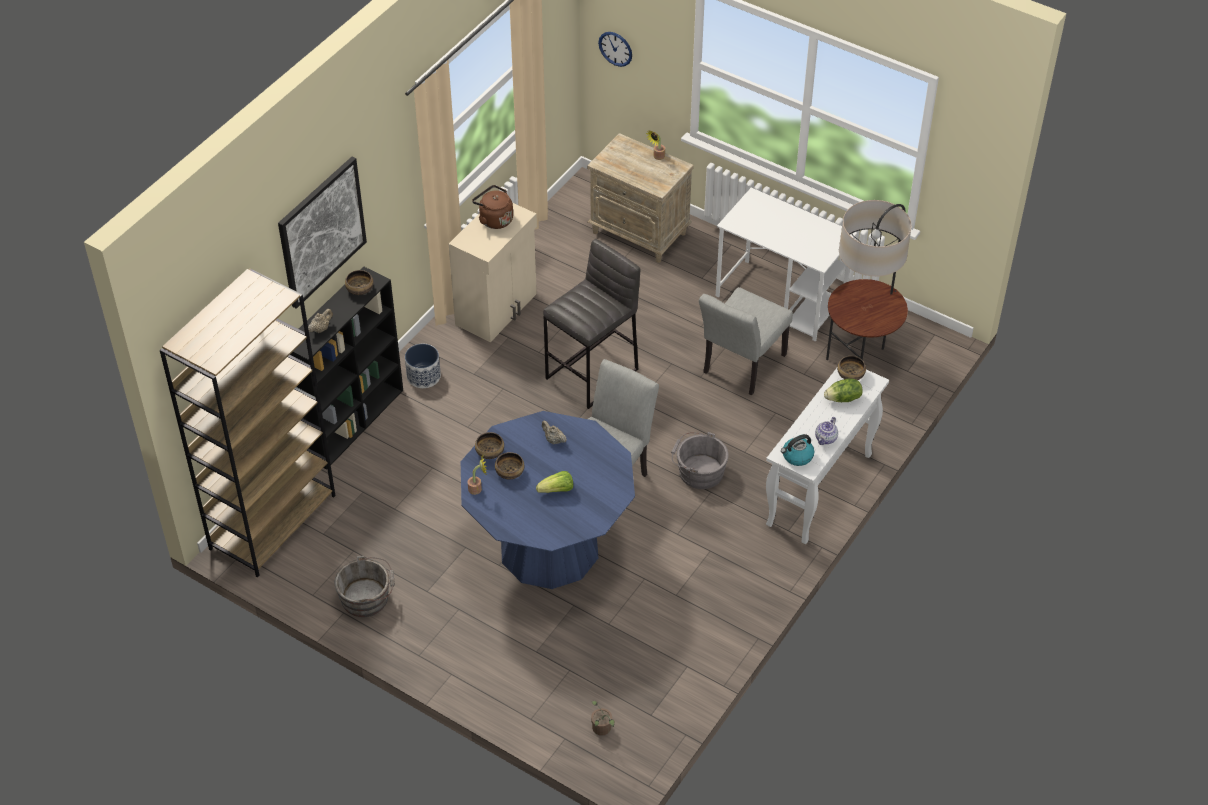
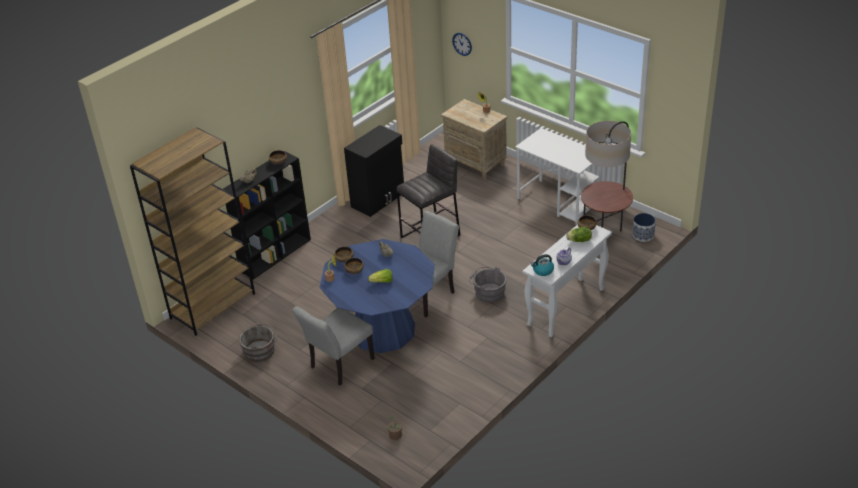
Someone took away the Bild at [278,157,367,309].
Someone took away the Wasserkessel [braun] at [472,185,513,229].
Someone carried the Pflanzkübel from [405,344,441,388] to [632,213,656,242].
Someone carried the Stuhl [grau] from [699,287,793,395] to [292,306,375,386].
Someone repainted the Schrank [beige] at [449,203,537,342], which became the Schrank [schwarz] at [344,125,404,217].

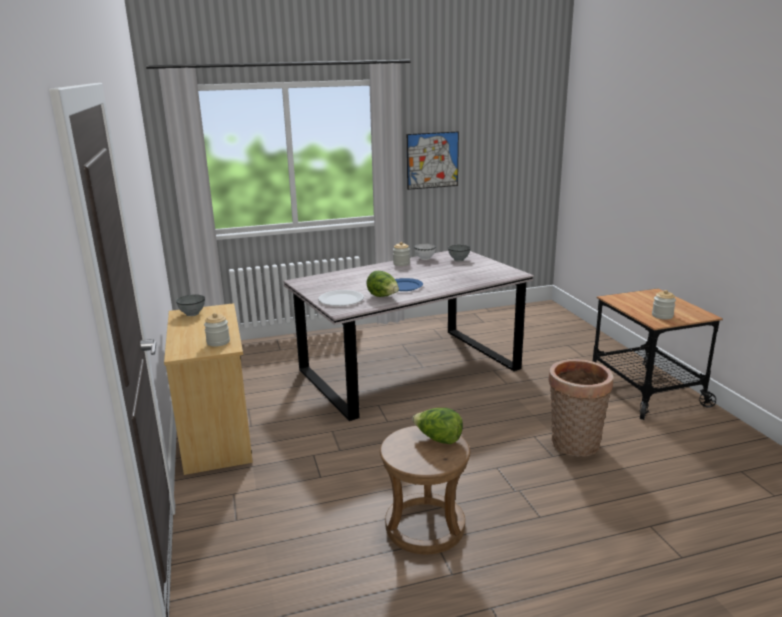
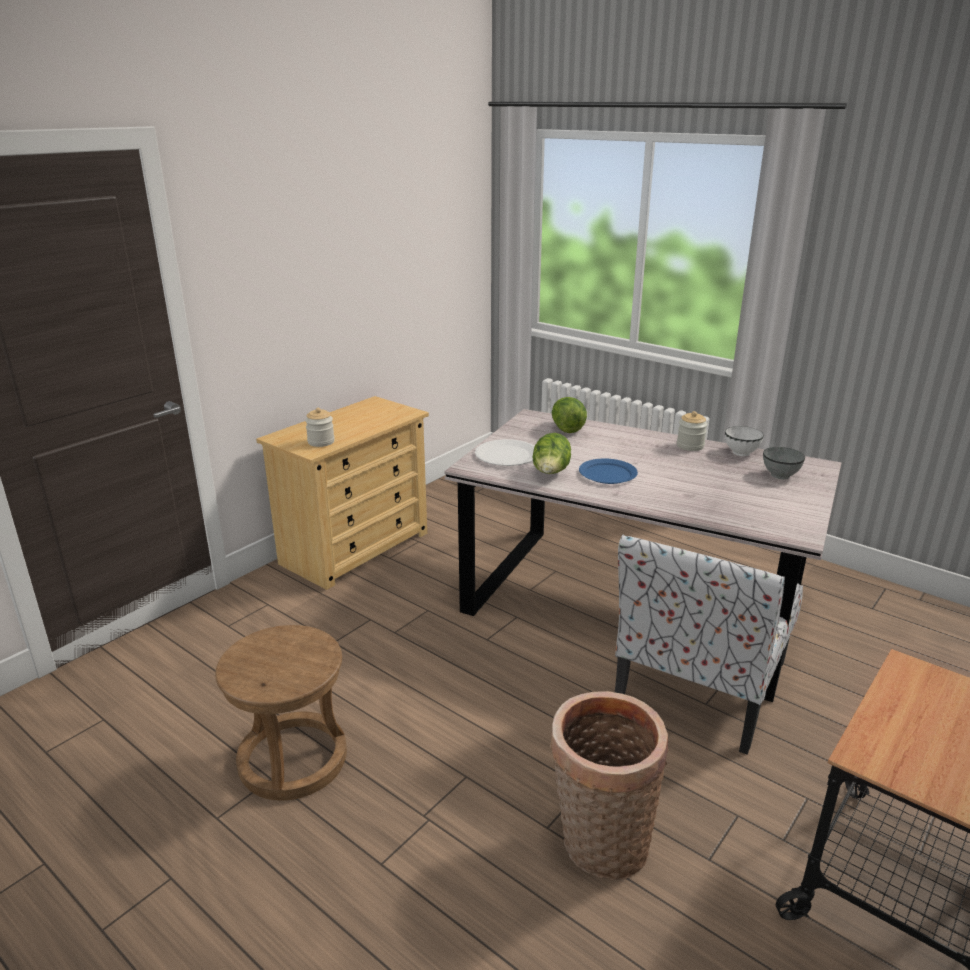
Someone took away the Schüssel [grau] at [176,295,205,316].
Someone took away the Bild at [407,131,459,190].
Someone took away the Vorratsglas at [652,290,676,319].
Someone put down the Stuhl at [615,534,803,754].
Someone carried the Salatkopf from [412,408,463,444] to [552,397,587,433].

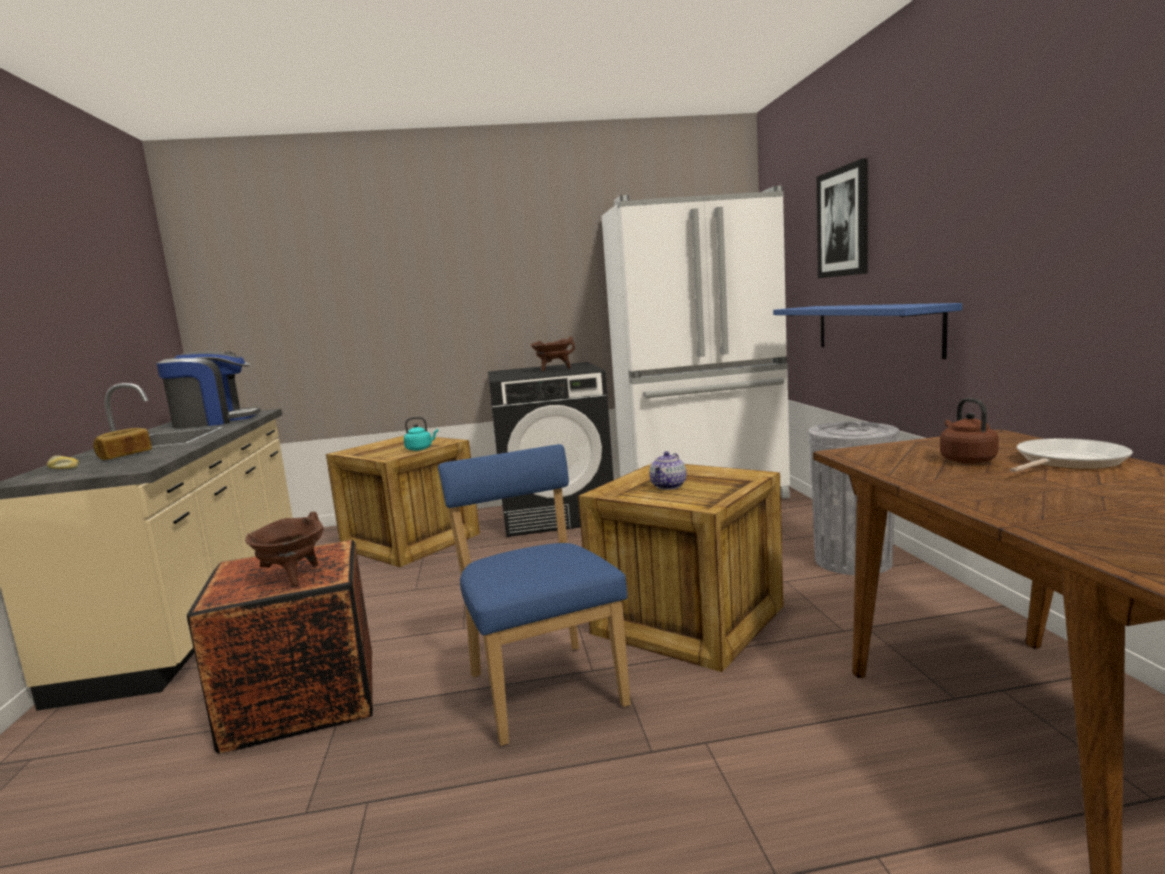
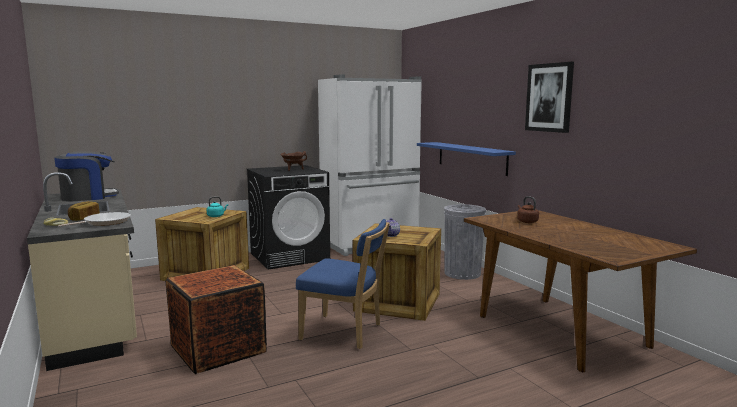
Someone took away the Kochtopf [braun] at [245,512,323,586].
Someone carried the Bild from [817,158,868,278] to [525,62,574,133].
Someone carried the Pfanne from [1010,438,1133,472] to [58,212,131,227].
Someone rotated the Stuhl [blau] at [438,444,631,746] by 150 degrees clockwise.

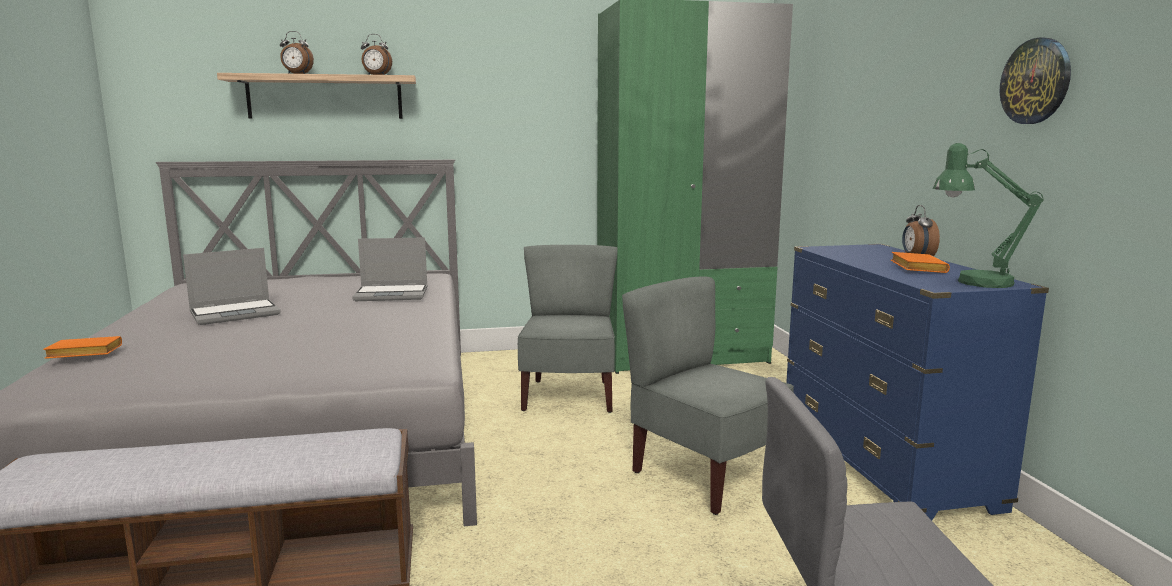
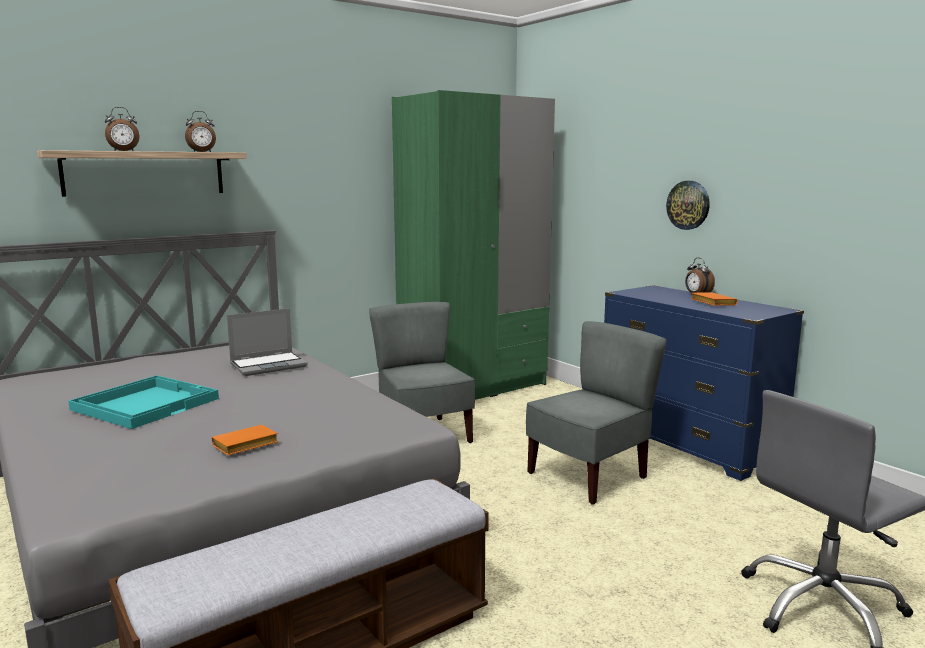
Someone took away the Tischlampe [grün] at [933,143,1044,288].
Someone carried the Buch [orange] from [43,336,122,359] to [212,425,279,455].
Someone carried the Wanduhr from [1000,38,1071,124] to [666,181,710,230].
Someone swapped the Laptop at [183,248,281,325] for the Tablett [türkis] at [68,375,219,429].
Someone rotated the Stuhl [grau] at [622,276,794,515] by 120 degrees clockwise.

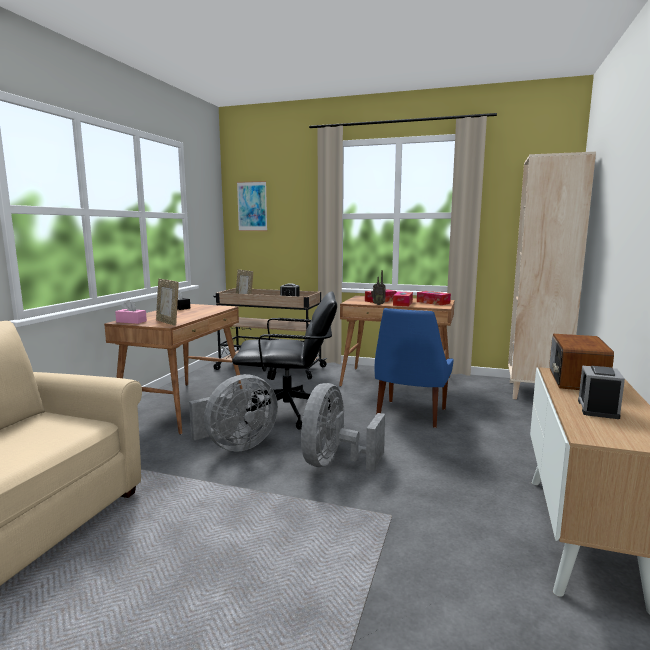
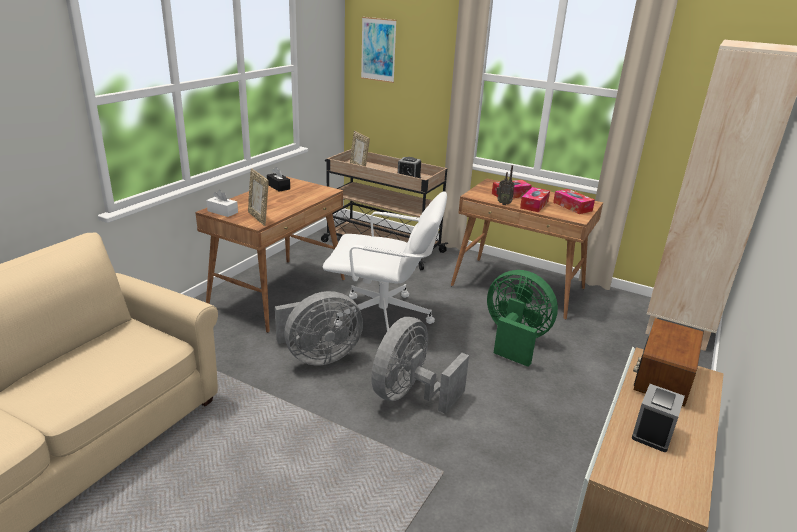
Someone swapped the Stuhl [blau] at [375,308,454,428] for the Ventilator [grün] at [487,270,558,367].
Someone repainted the Taschentuchbox [rosa] at [115,300,147,324], which became the Taschentuchbox [weiß] at [206,190,238,217].
Someone repainted the Bürostuhl [schwarz] at [232,291,337,430], which became the Bürostuhl [weiß] at [323,191,447,331].

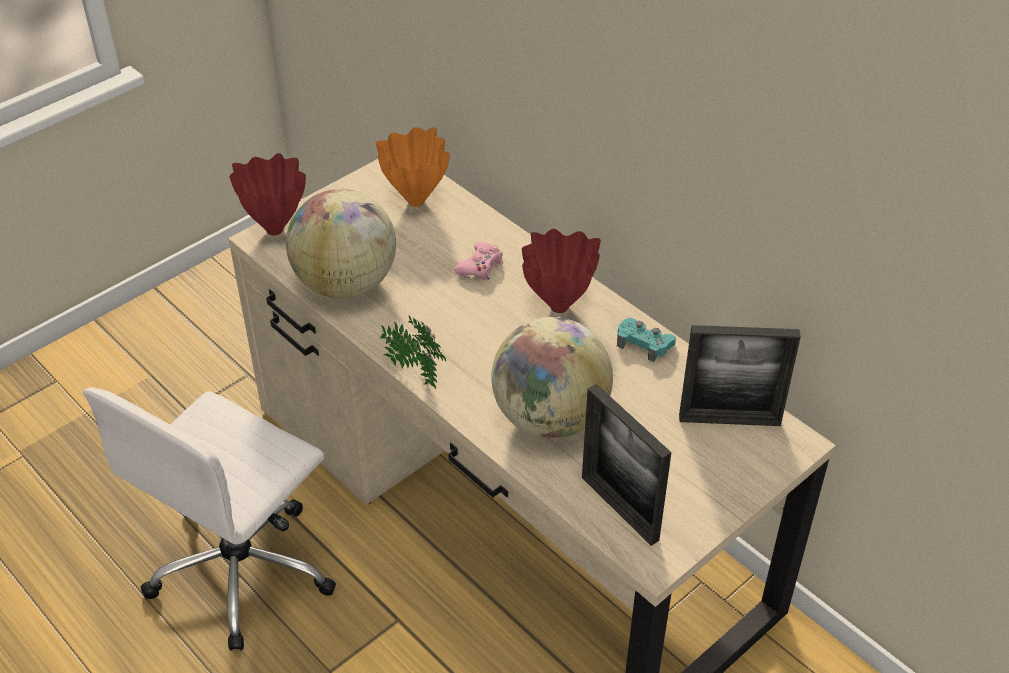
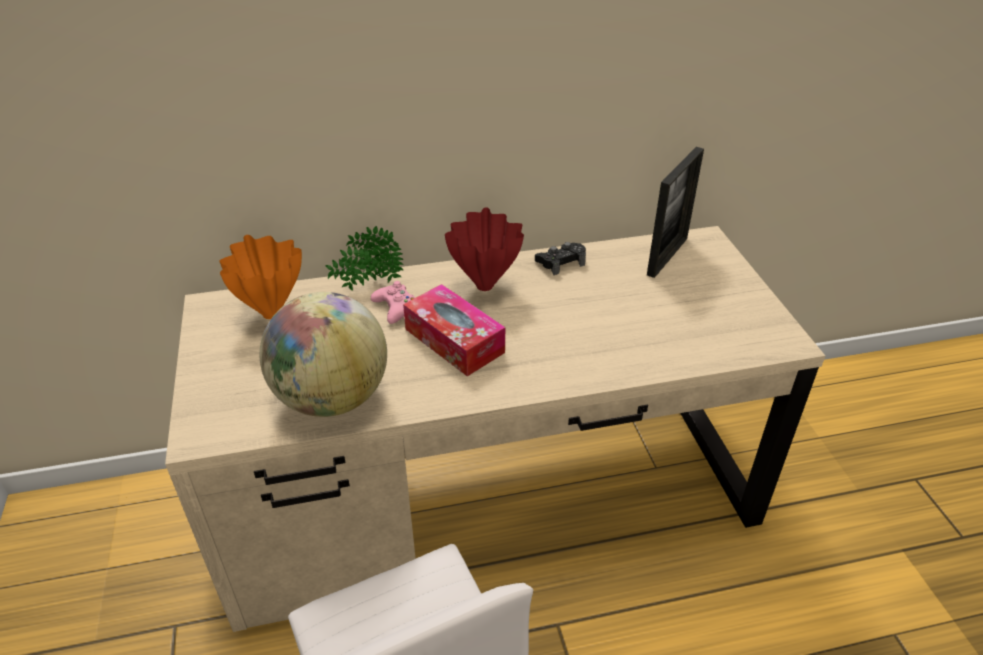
Someone took away the Vase [rot] at [230,153,306,235].
Someone took away the Globus at [492,317,613,438].
Someone took away the Bilderrahmen at [582,384,672,546].
Someone put down the Taschentuchbox at [403,284,505,376].
Someone carried the Topfpflanze from [380,315,446,389] to [325,226,404,291].
Someone repainted the Gamepad [türkis] at [617,318,676,362], which became the Gamepad [schwarz] at [535,242,586,275].

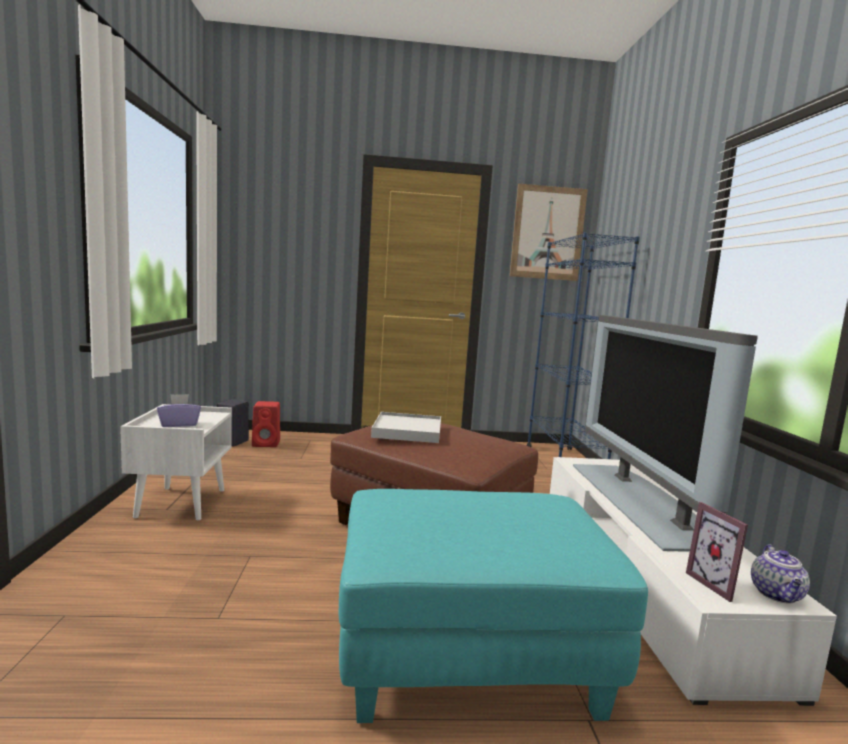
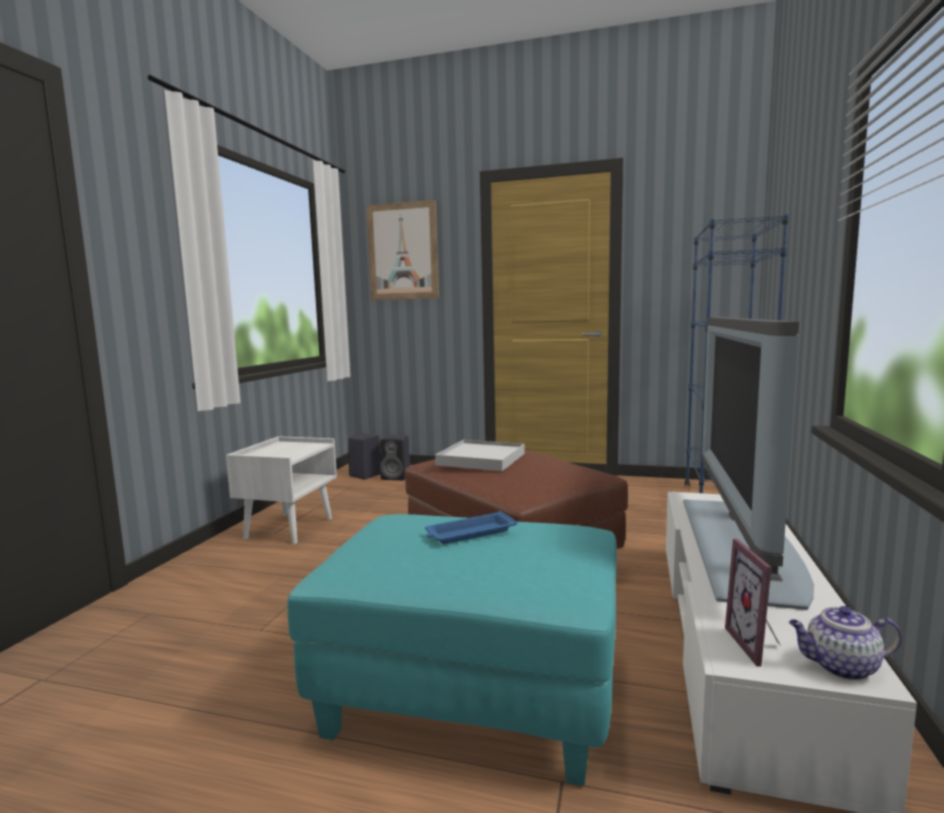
Someone took away the Taschentuchbox [lila] at [157,394,201,427].
Someone put down the Tablett [blau] at [425,511,517,544].
Someone carried the Bild from [510,184,588,281] to [366,200,439,300].
Someone repainted the Lautsprecher [rot] at [252,401,280,447], which became the Lautsprecher [schwarz] at [380,435,410,480].
Someone rotated the Teekanne at [751,544,810,604] by 60 degrees clockwise.

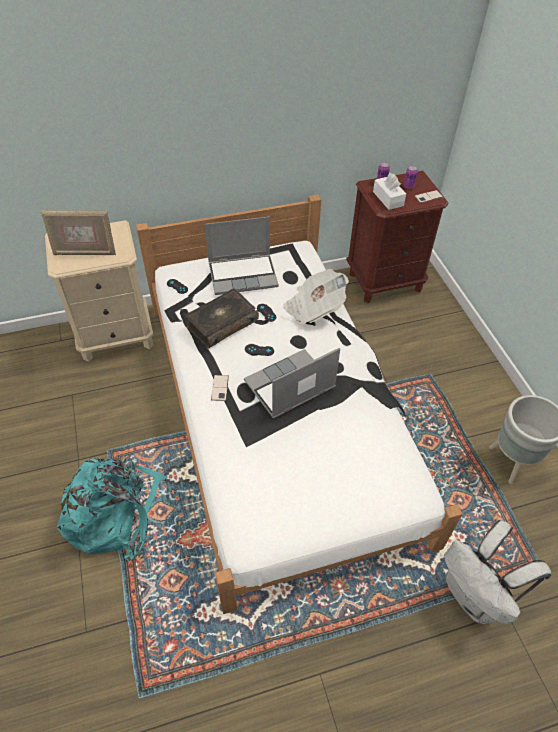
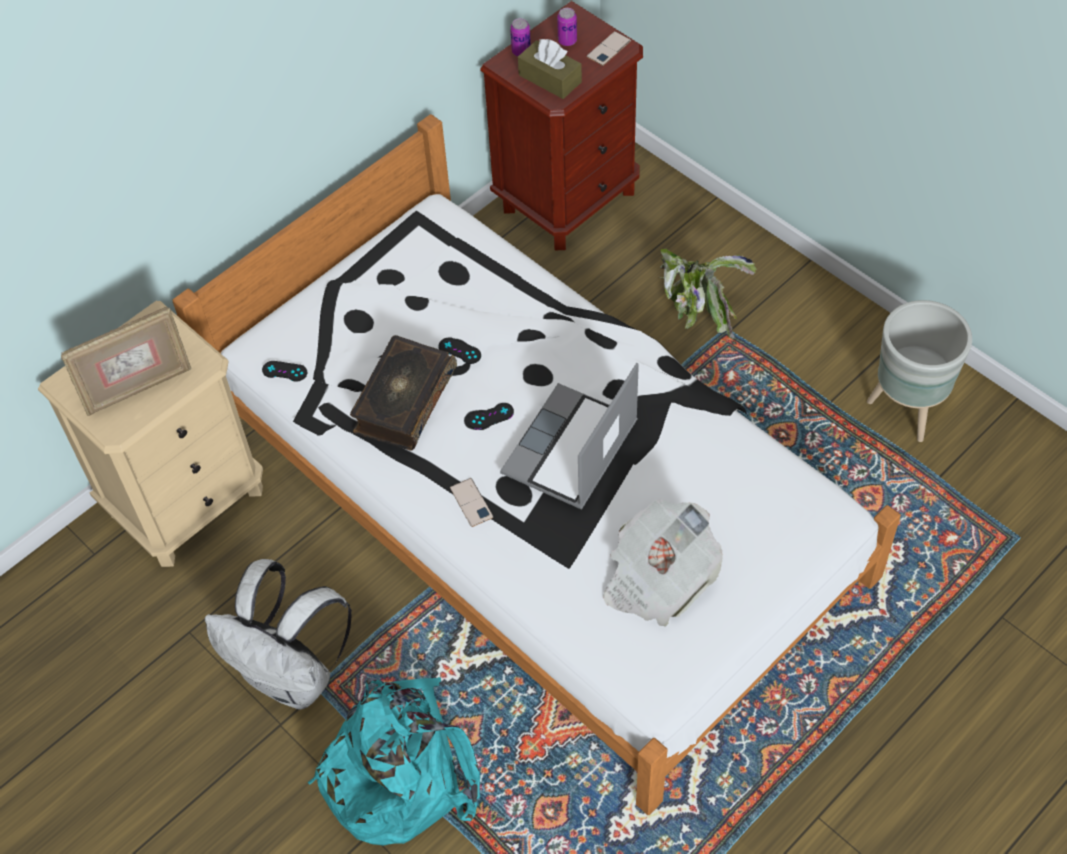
Someone took away the Laptop at [205,217,279,295].
Someone put down the Topfpflanze at [658,249,757,340].
Someone carried the Zeitung from [283,269,349,325] to [603,499,723,627].
Someone carried the Rucksack [weiß] from [445,520,551,624] to [205,559,352,710].
Someone repainted the Taschentuchbox [weiß] at [373,173,406,210], which became the Taschentuchbox [braun] at [518,39,582,99].

